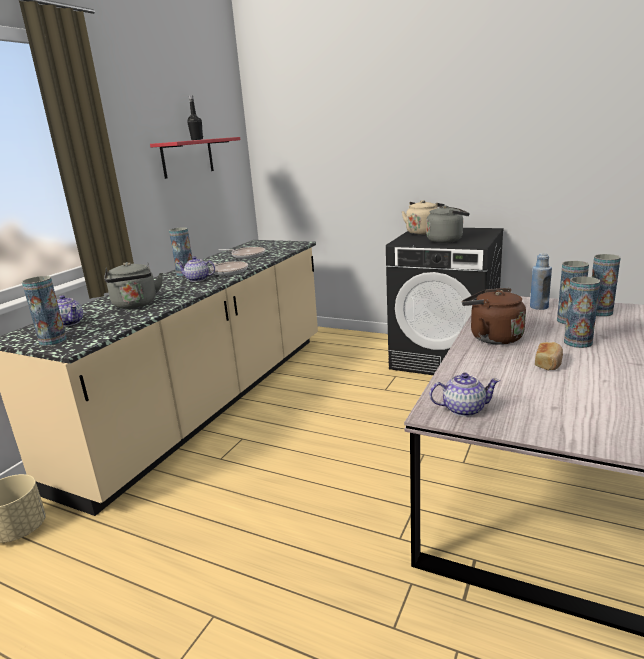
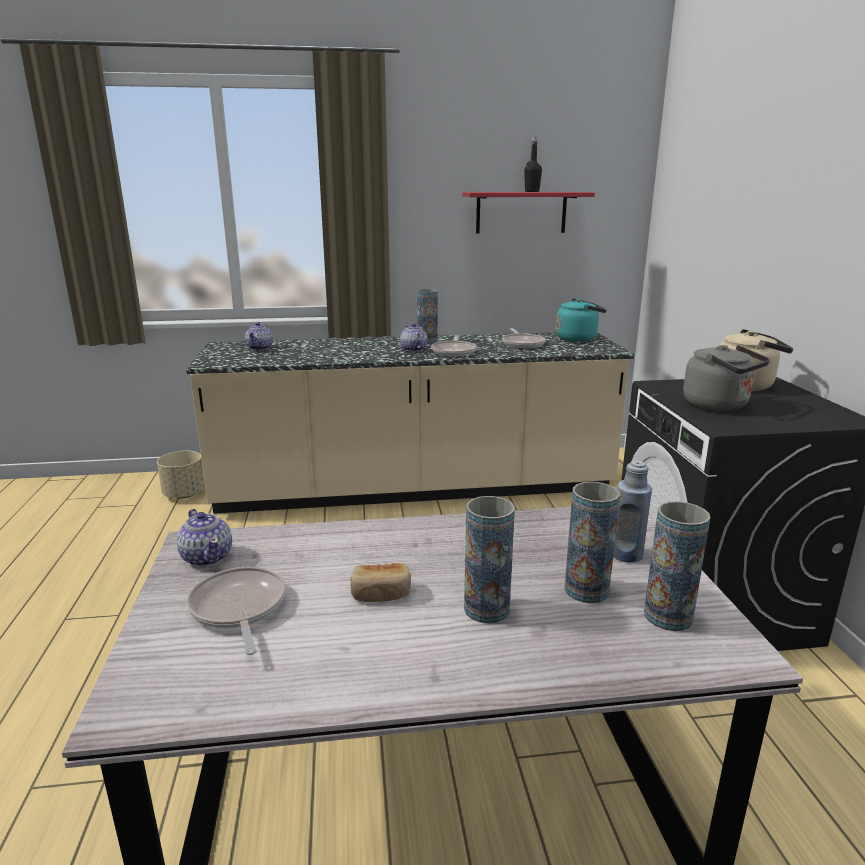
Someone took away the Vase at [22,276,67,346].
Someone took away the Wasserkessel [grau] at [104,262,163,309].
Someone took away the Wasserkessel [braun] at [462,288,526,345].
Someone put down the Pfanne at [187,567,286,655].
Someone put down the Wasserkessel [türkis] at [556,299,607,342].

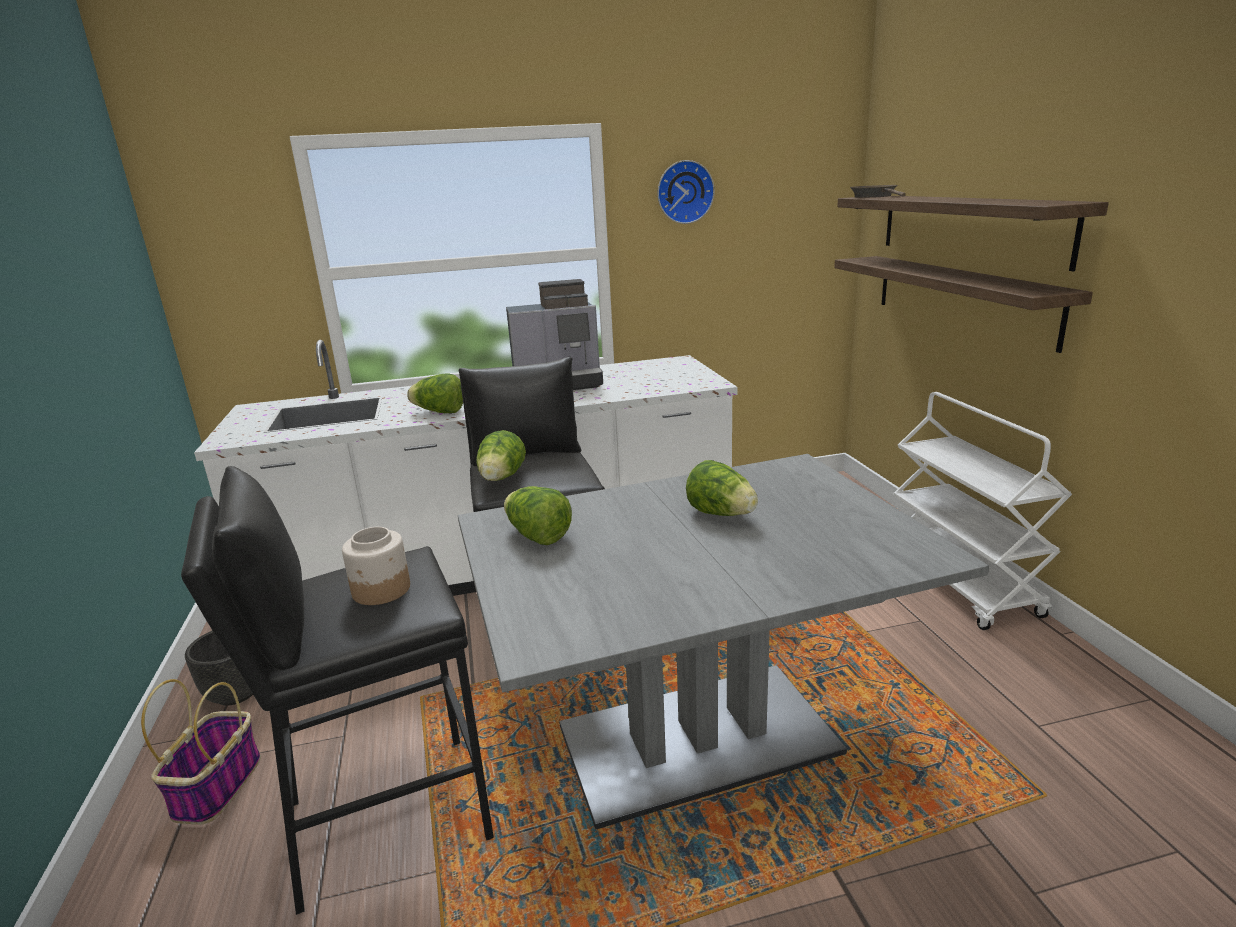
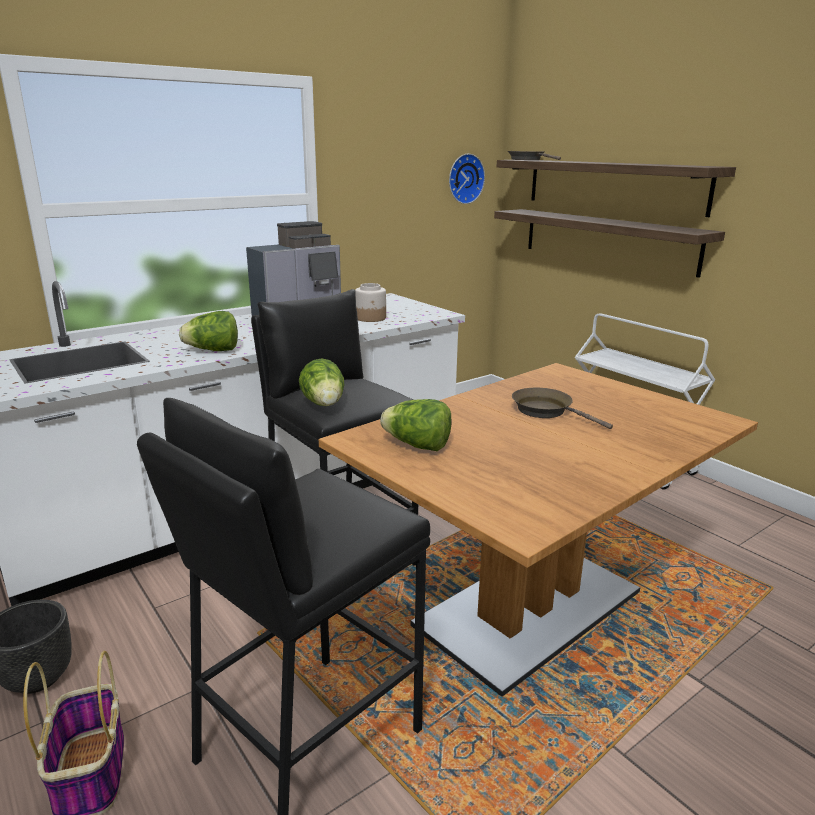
Someone carried the Vorratsglas from [342,527,410,605] to [355,283,386,322].
Someone carried the Wanduhr from [658,160,715,224] to [449,154,485,204].
Someone swapped the Salatkopf at [686,460,758,516] for the Pfanne [braun] at [512,388,613,429].
Someone repainted the Esstisch [grau] at [458,454,989,829], which became the Esstisch [braun] at [319,363,758,697].

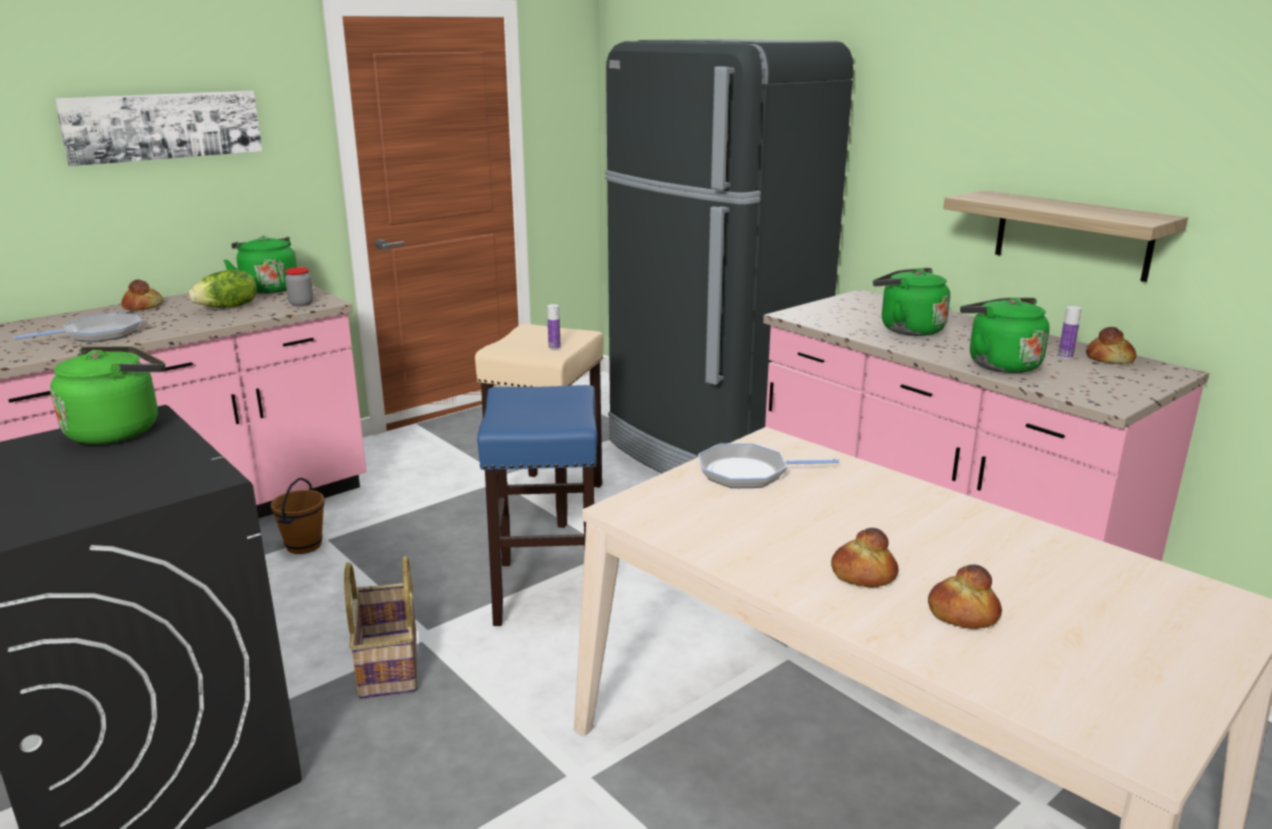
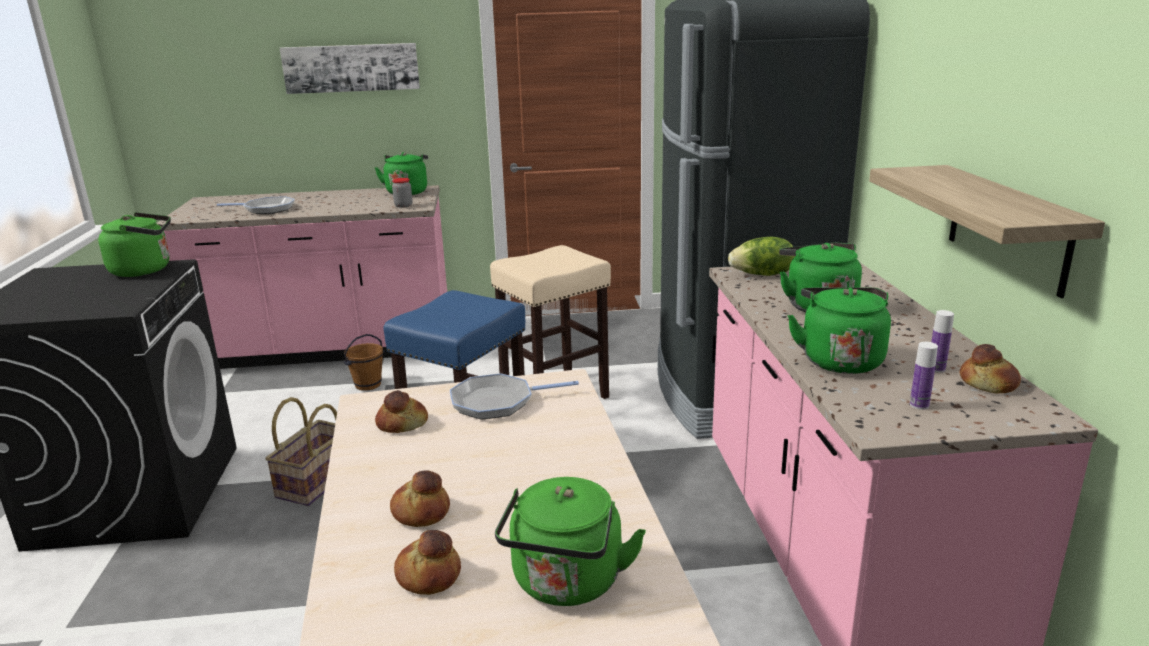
Someone put down the Wasserkessel [grün] at [495,477,646,606].
Someone carried the Brot from [121,280,163,311] to [375,390,428,433].
Someone carried the Salatkopf from [189,270,257,308] to [728,237,795,276].
Someone carried the Flasche from [547,304,561,349] to [910,342,938,410].
Someone rotated the Pfanne at [698,443,839,488] by 45 degrees counterclockwise.

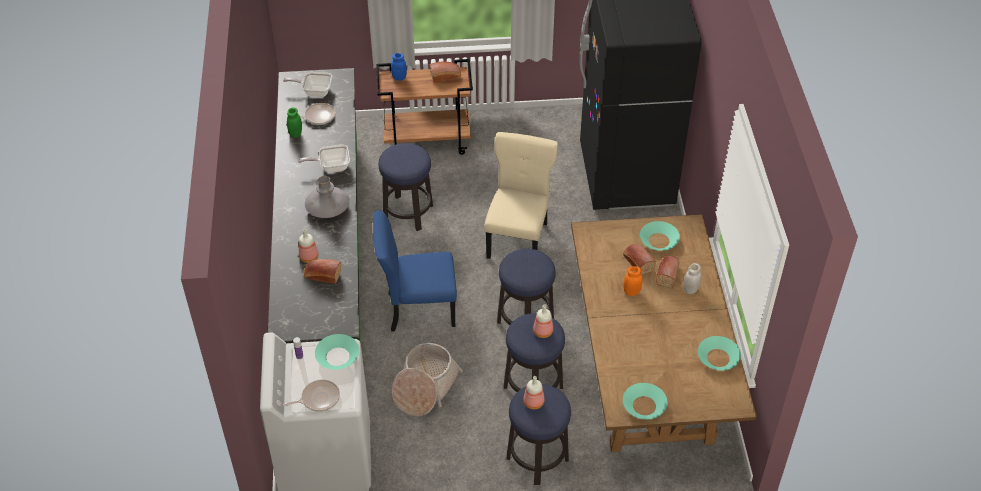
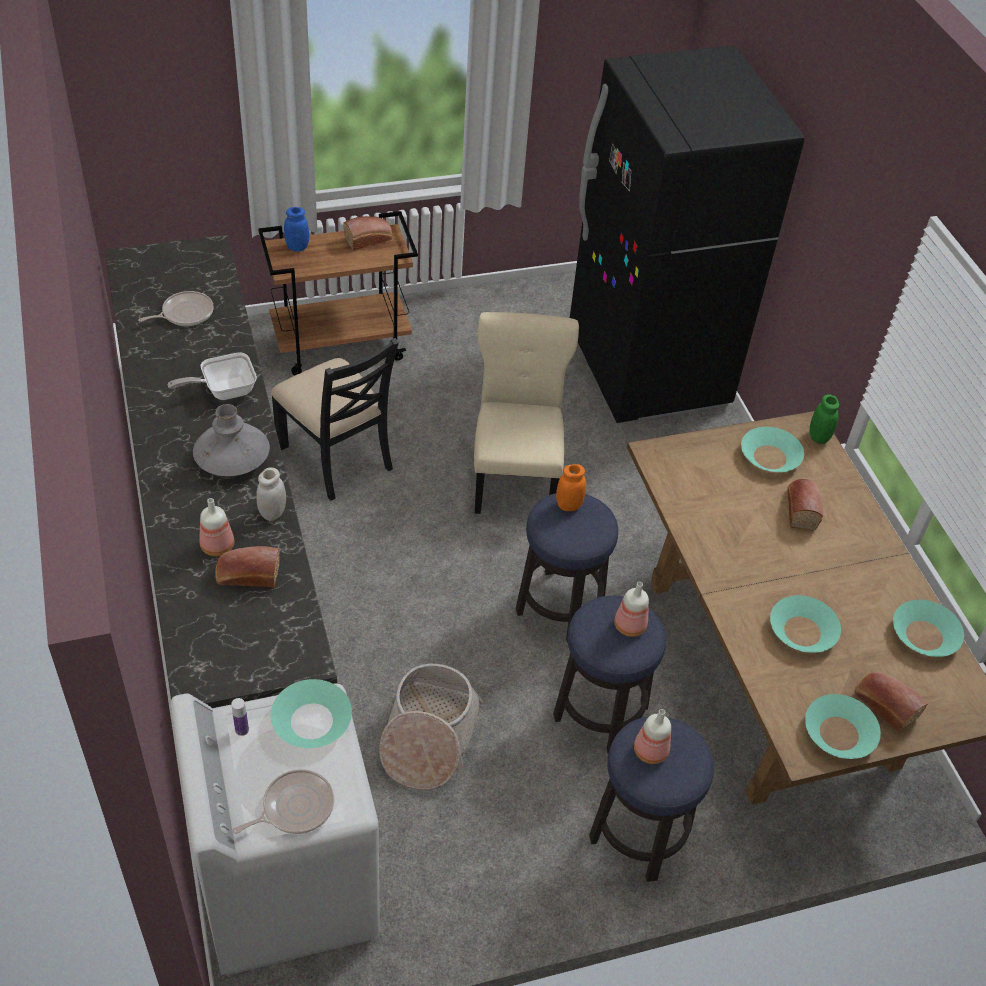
Someone took away the Pfanne at [283,72,332,97].
Someone took away the Stuhl [blau] at [373,210,457,332].
Someone put down the Schüssel [türkis] at [770,595,841,653].
Someone carried the Vorratsglas [grün] from [287,107,302,138] to [810,394,839,444].
Someone carried the Brot from [623,244,656,275] to [855,672,928,732].
Someone carried the Vorratsglas [orange] from [623,266,643,296] to [556,464,586,511].
Someone carried the Vorratsglas [weiß] from [683,263,702,294] to [256,467,286,521].
Someone swapped the Hocker at [379,143,433,231] for the Stuhl [schwarz] at [271,338,399,501].

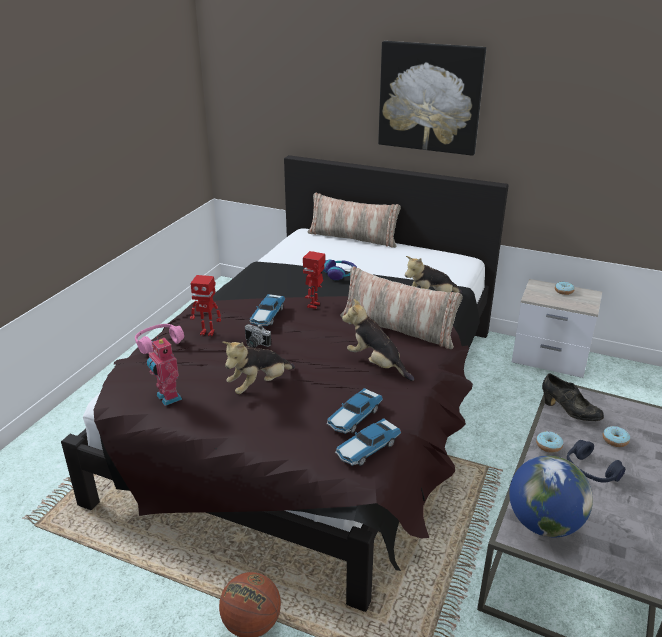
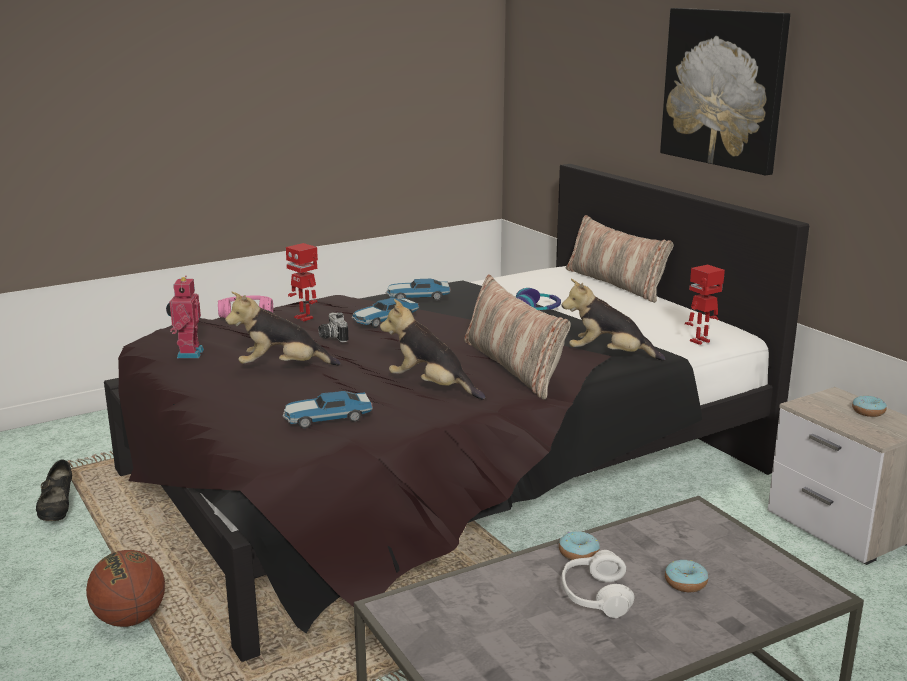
Someone took away the Globus at [509,455,593,538].
Someone carried the Spielzeugroboter from [303,251,325,309] to [685,265,725,345].
Someone carried the Spielzeugauto from [335,418,401,466] to [386,279,450,300].
Someone carried the Schuh [schwarz] from [542,374,604,421] to [36,460,72,521].
Someone repainted the Kopfhörer [blau] at [567,440,625,483], which became the Kopfhörer [weiß] at [562,550,634,618].
Someone rotated the Plüschtier at [342,299,414,381] by 45 degrees counterclockwise.

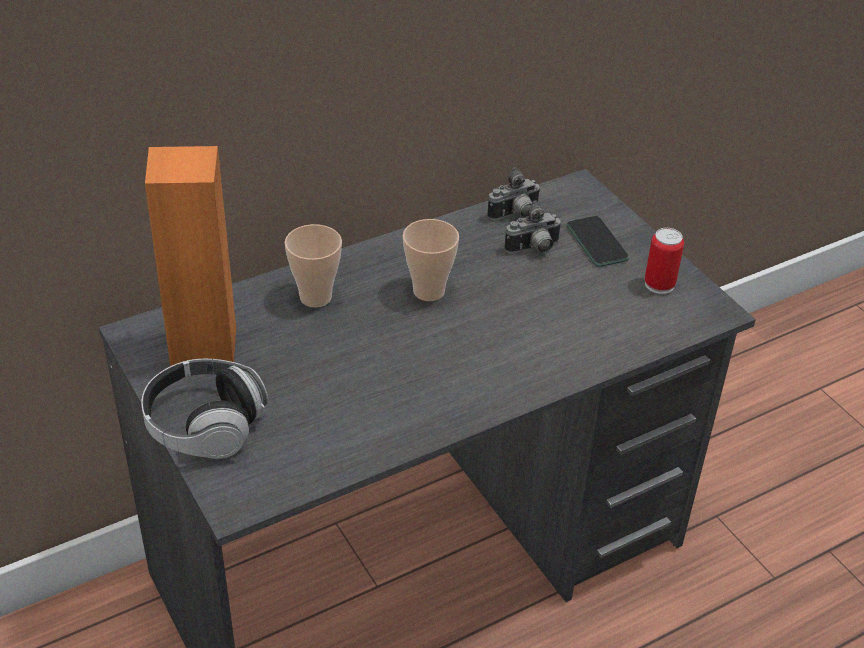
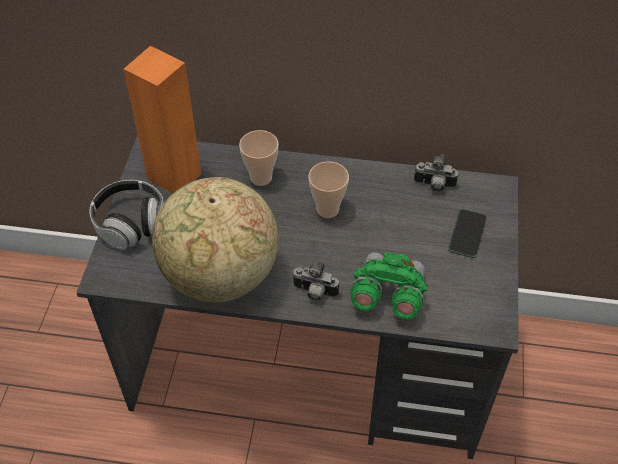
Someone took away the Dose at [645,228,684,294].
Someone put down the Globus at [152,177,278,302].
Someone put down the Fernglas [grün] at [350,252,427,319].
Someone carried the Kamera from [504,200,562,253] to [292,261,339,301].

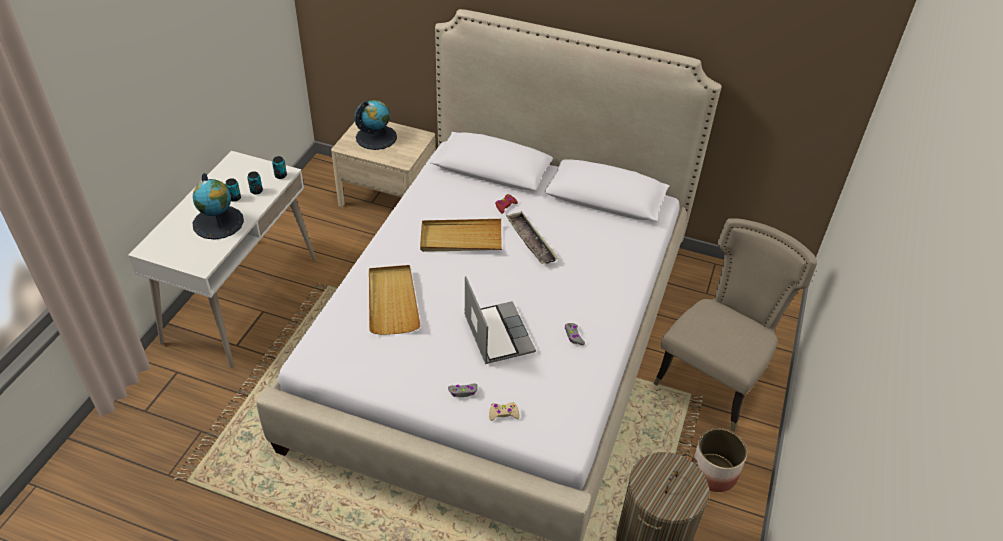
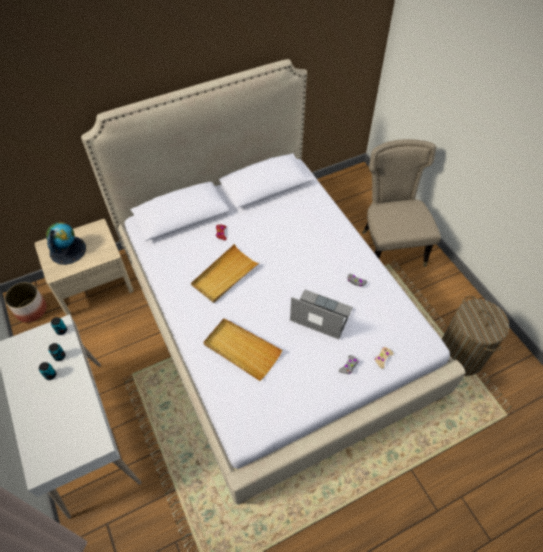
Someone took away the Globus at [193,173,244,240].
Someone took away the Tablett at [506,211,559,264].
Someone carried the Pflanzkübel from [692,428,747,492] to [5,282,47,323].

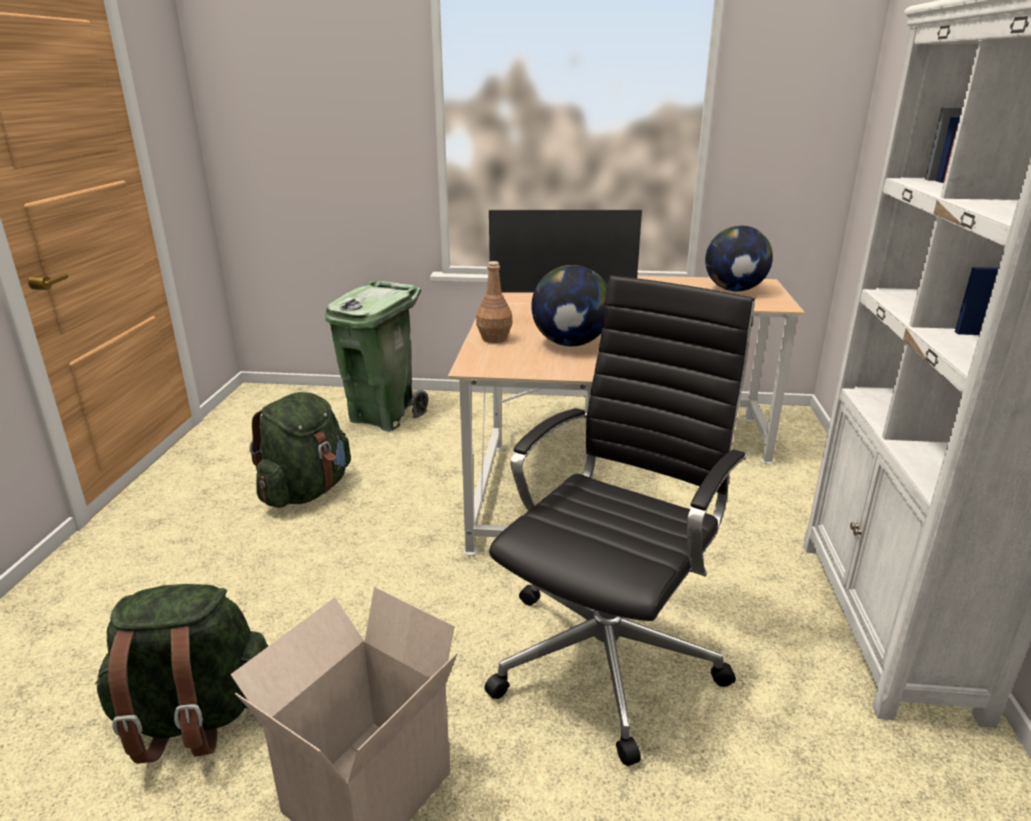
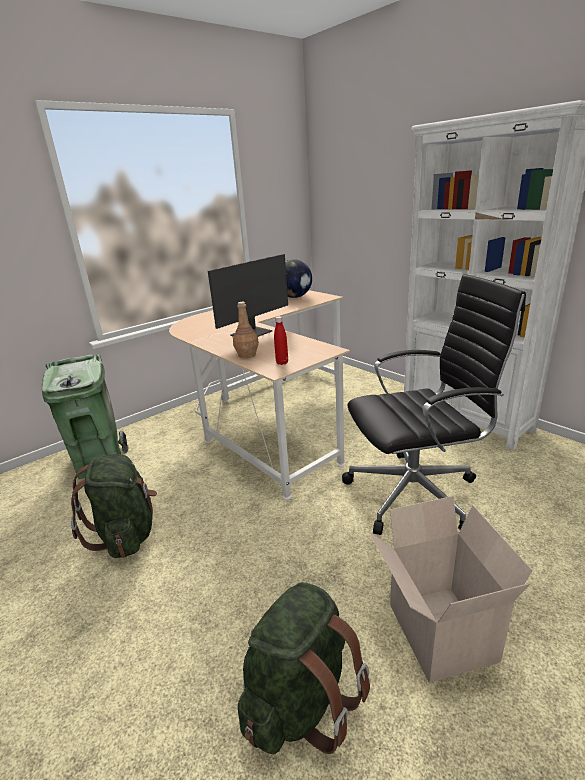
Someone took away the Globus at [531,265,607,346].
Someone put down the Flasche [rot] at [274,316,288,365].
Someone rotated the Bürostuhl [schwarz] at [484,275,755,766] by 90 degrees clockwise.

